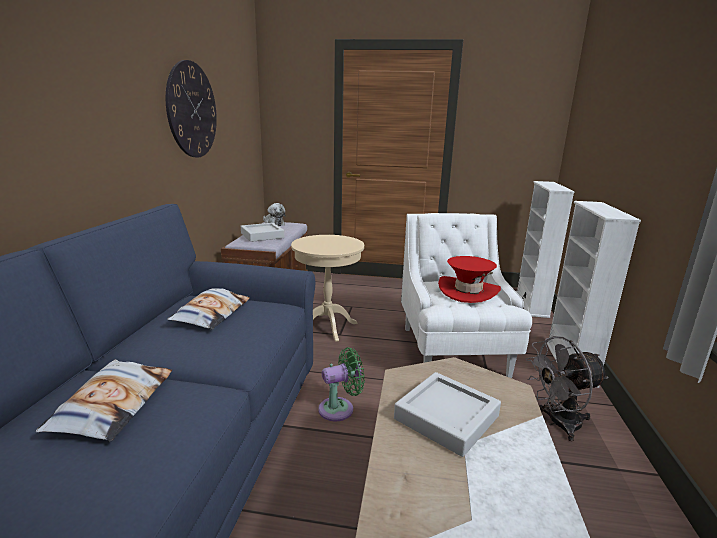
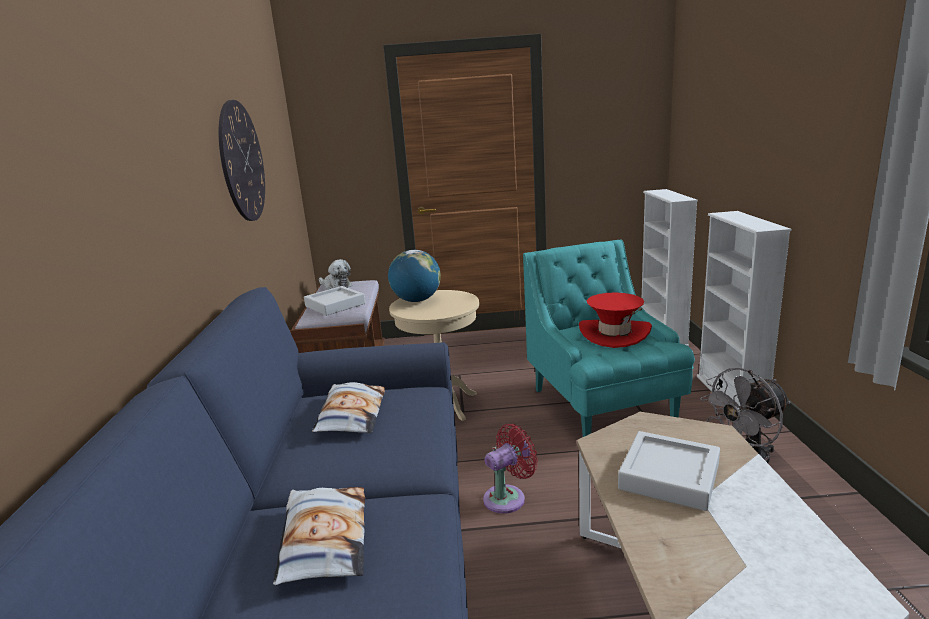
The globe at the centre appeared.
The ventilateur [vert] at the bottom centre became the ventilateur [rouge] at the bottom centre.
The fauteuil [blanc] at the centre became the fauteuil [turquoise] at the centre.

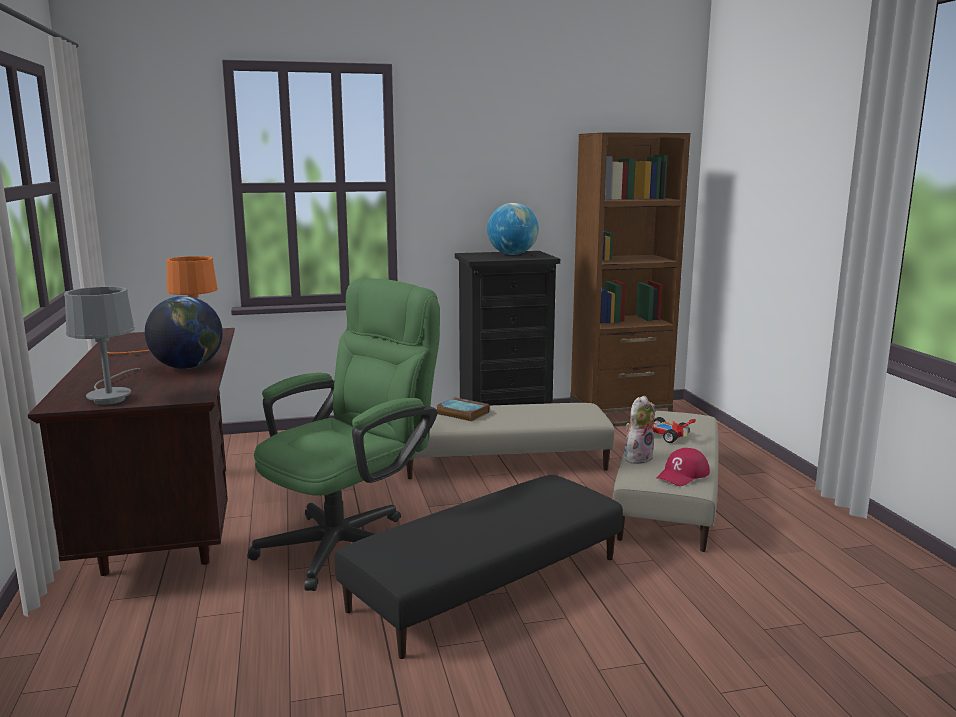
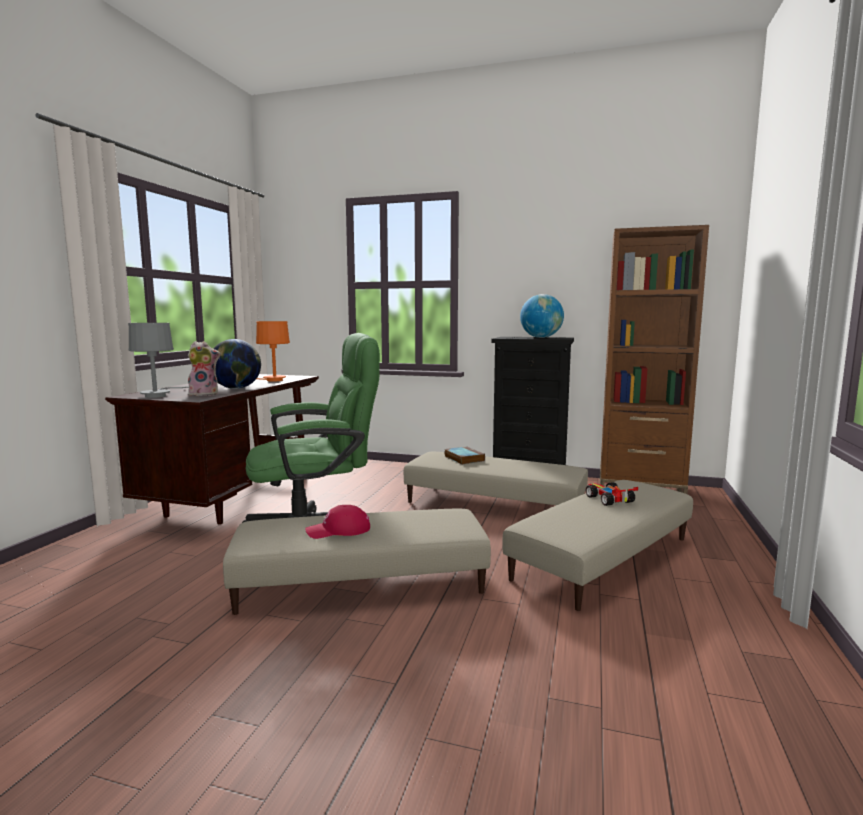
The peluche moved from the middle right to the middle left.
The casquette [rouge] moved from the middle right to the centre.
The pouf [noir] at the bottom centre became the pouf [beige] (no. 1 from left) at the bottom centre.

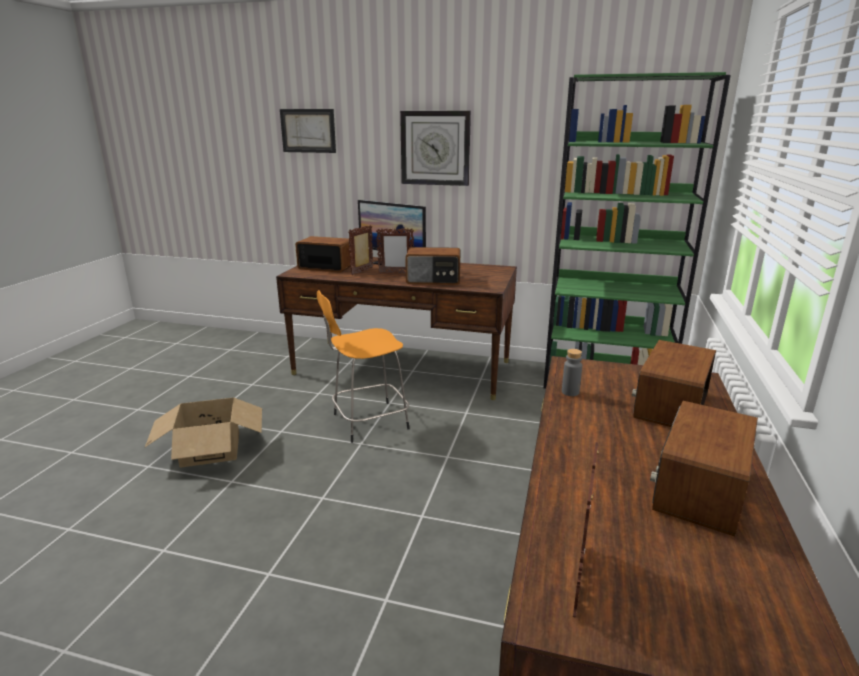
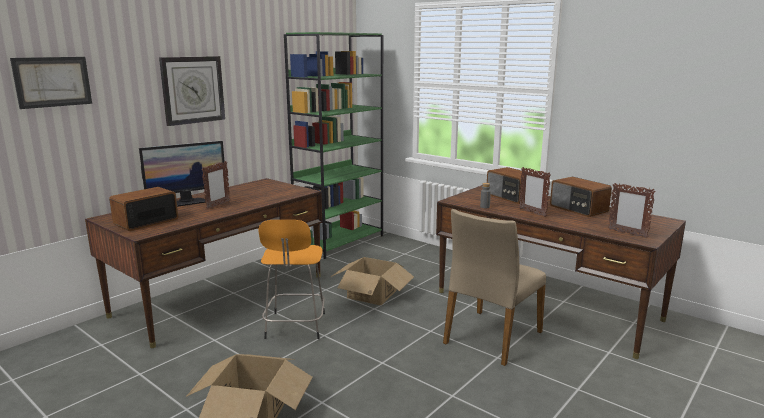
The radio (no. 2 from left) at the centre disappeared.
The carton (no. 2 from left) at the bottom centre appeared.
The chaise [beige] at the bottom centre appeared.
The cadre photo (no. 1 from left in the first image) moved from the centre to the middle right.

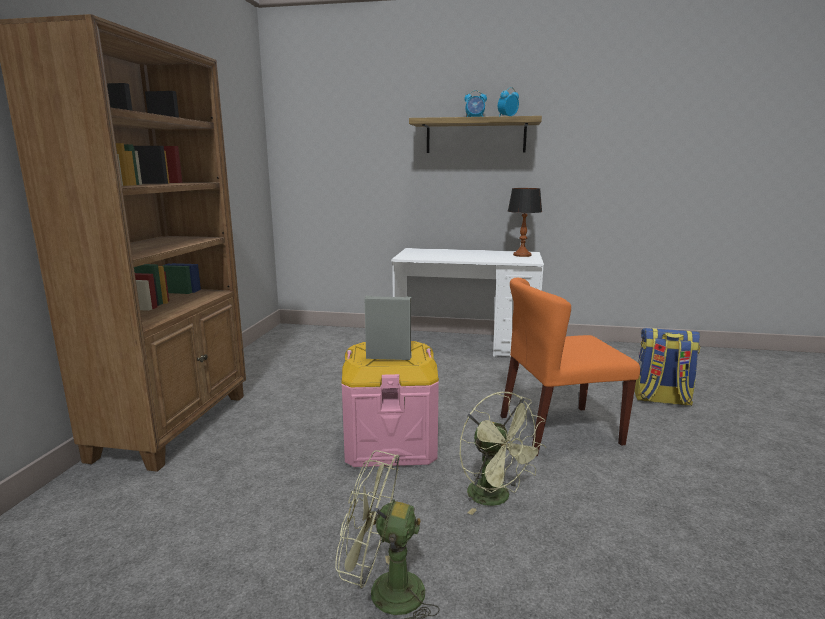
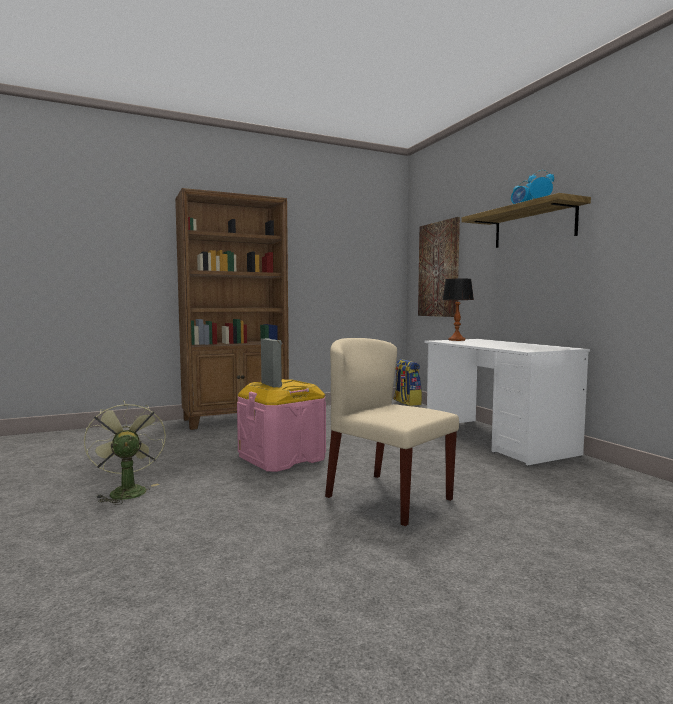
The ventilateur [vert] (no. 2 from left) at the bottom centre disappeared.
The tableau at the centre appeared.
The lampe de table moved from the centre to the middle right.
The sac à dos moved from the middle right to the centre.
The chaise [orange] at the middle right became the chaise [beige] at the centre.

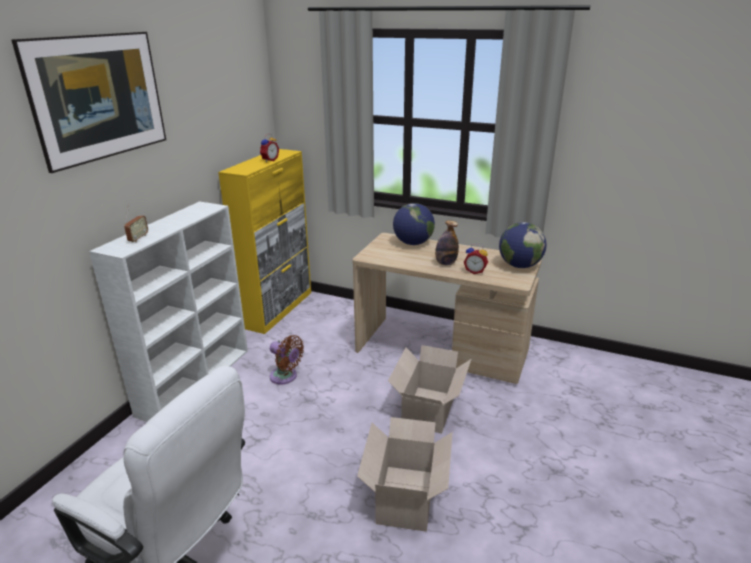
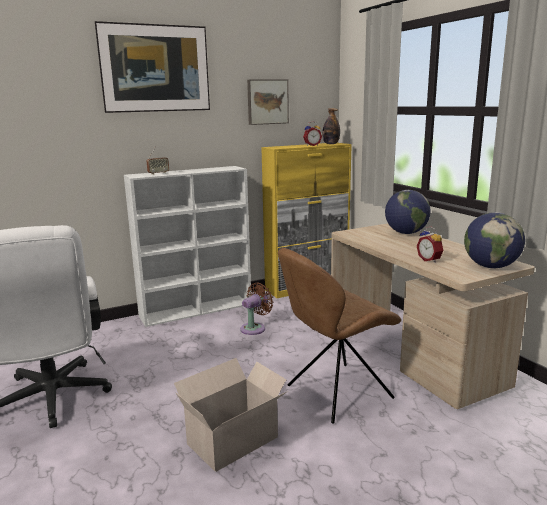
The tableau (no. 2 from left) at the top centre appeared.
The bouteille moved from the centre to the top centre.
The carton (no. 2 from left) at the bottom centre was replaced by the chaise [marron] at the centre.
The ventilateur [marron] at the centre turned 120 degrees counterclockwise.

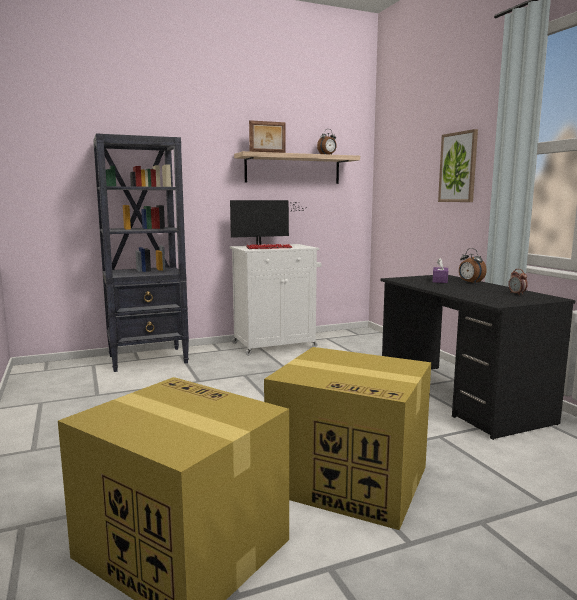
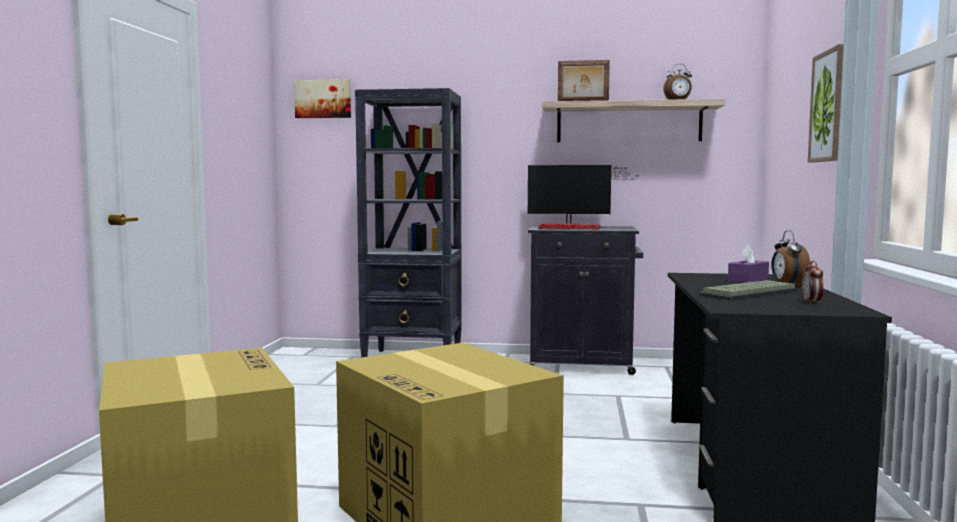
The tableau (no. 1 from left) at the top centre appeared.
The clavier (no. 2 from left) at the middle right appeared.
The meuble de rangement [blanc] at the centre became the meuble de rangement [noir] at the centre.

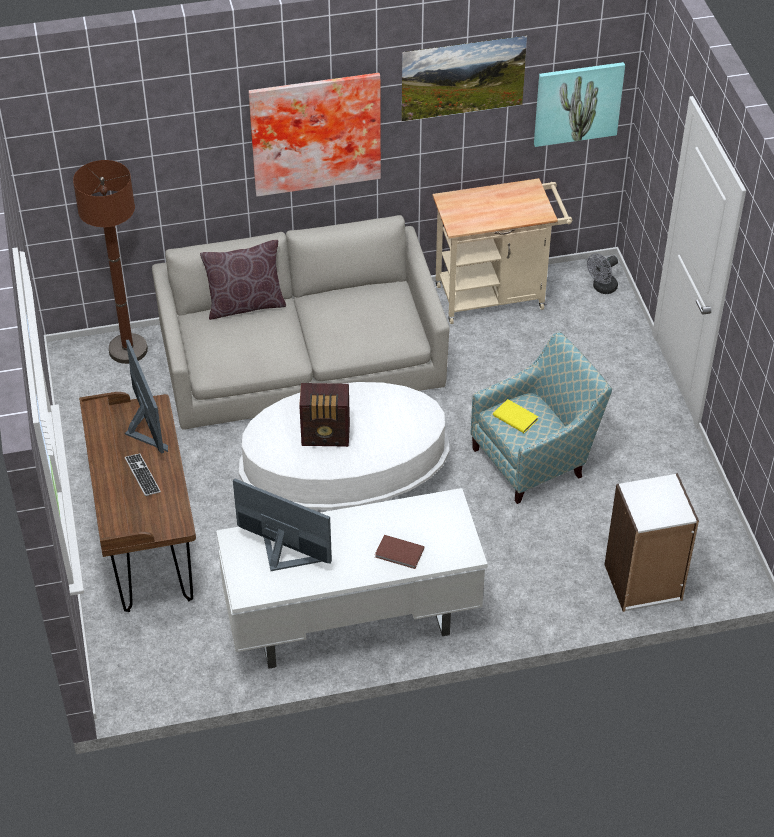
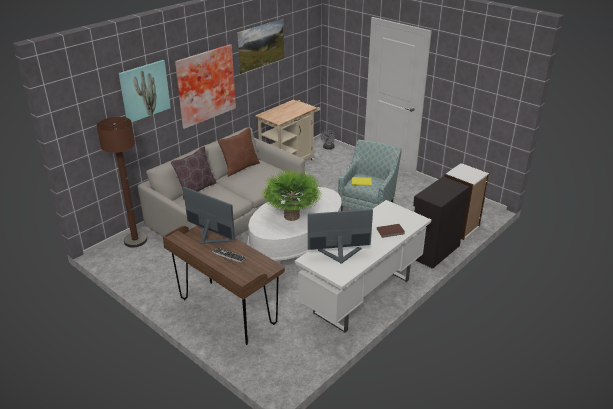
The coussin [marron] (no. 2 from left) at the centre appeared.
The meuble de rangement [noir] at the middle right appeared.
The tableau (no. 3 from left in the first image) moved from the top right to the top left.
The radio at the centre was replaced by the plante en pot at the centre.

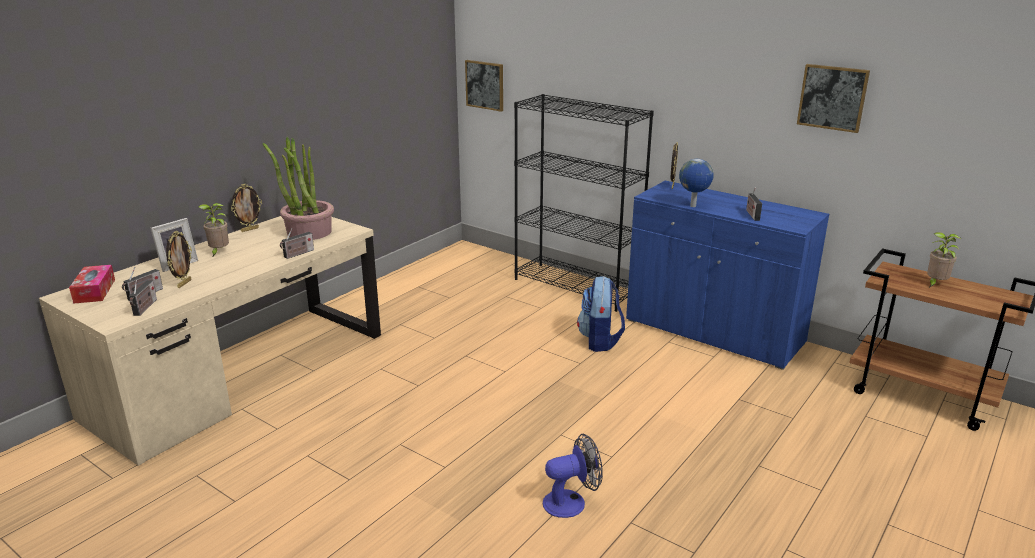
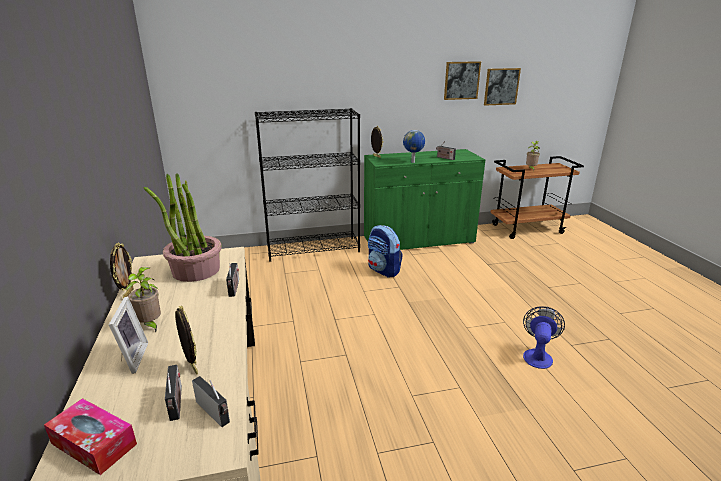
The tableau (no. 1 from left in the first image) moved from the top centre to the top right.
The meuble de rangement [bleu] at the middle right became the meuble de rangement [vert] at the centre.

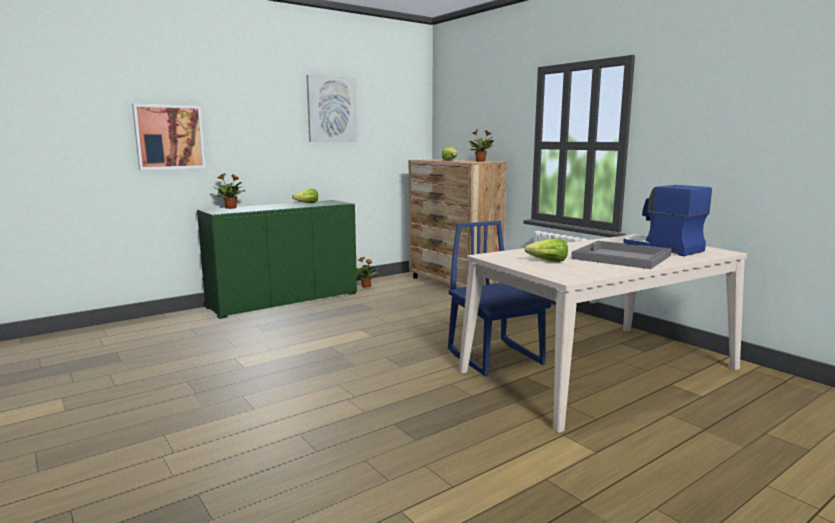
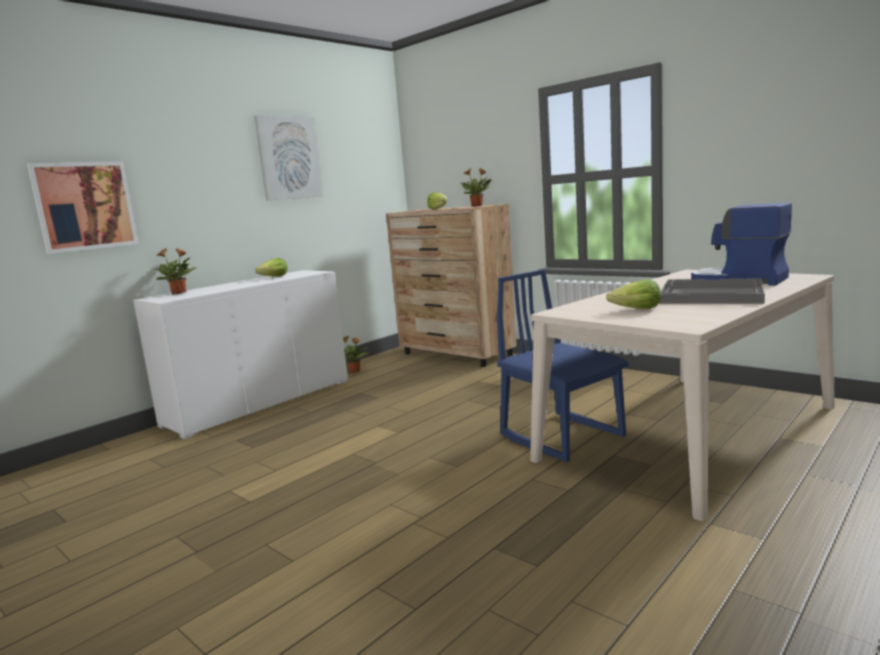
The meuble de rangement [vert] at the middle left became the meuble de rangement [blanc] at the middle left.

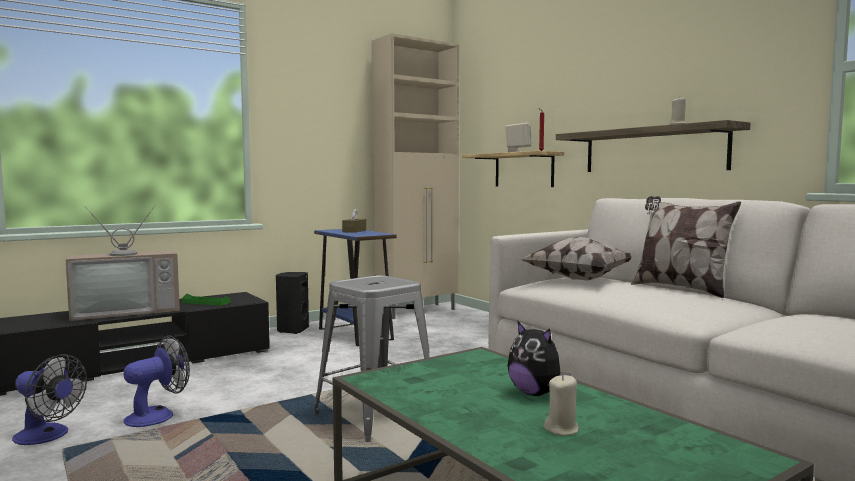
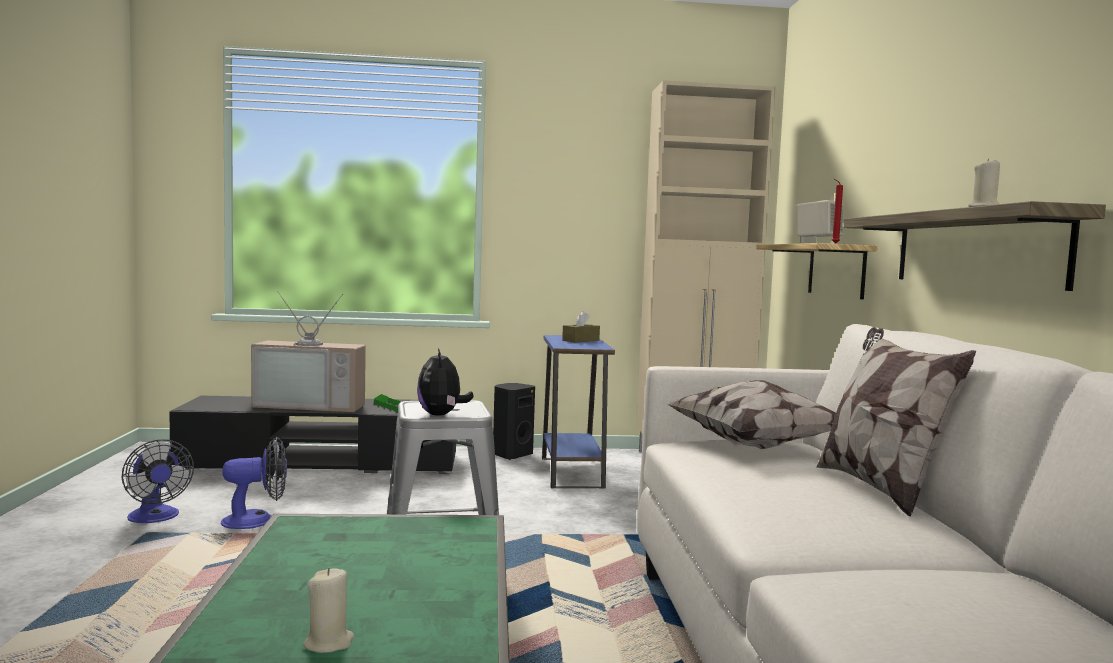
The peluche moved from the bottom centre to the centre.

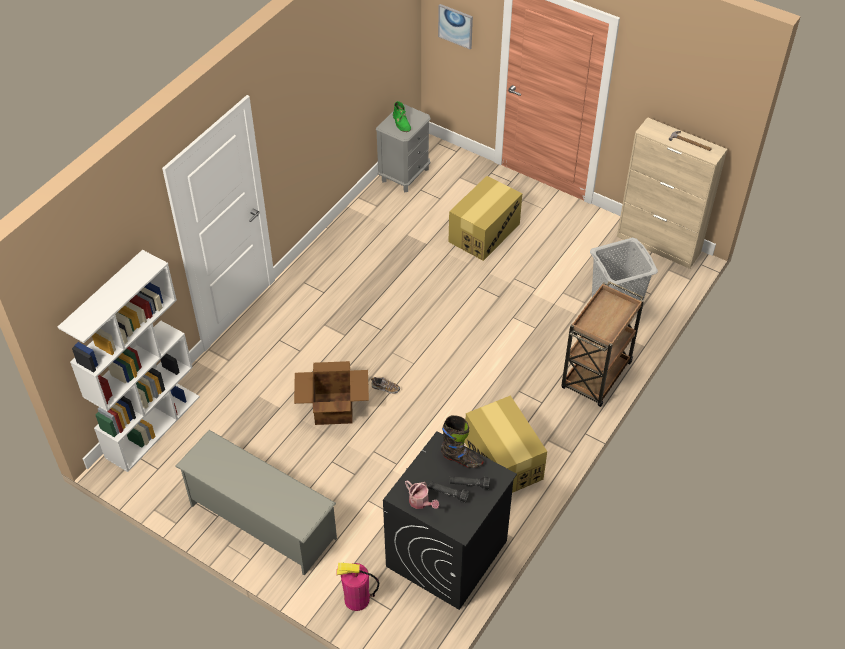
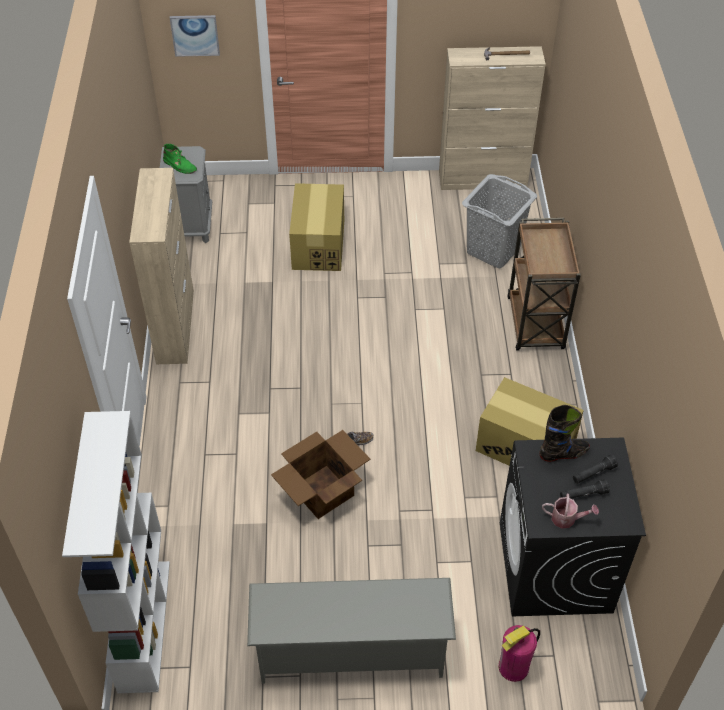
The meuble de rangement [beige] (no. 1 from left) at the middle left appeared.

